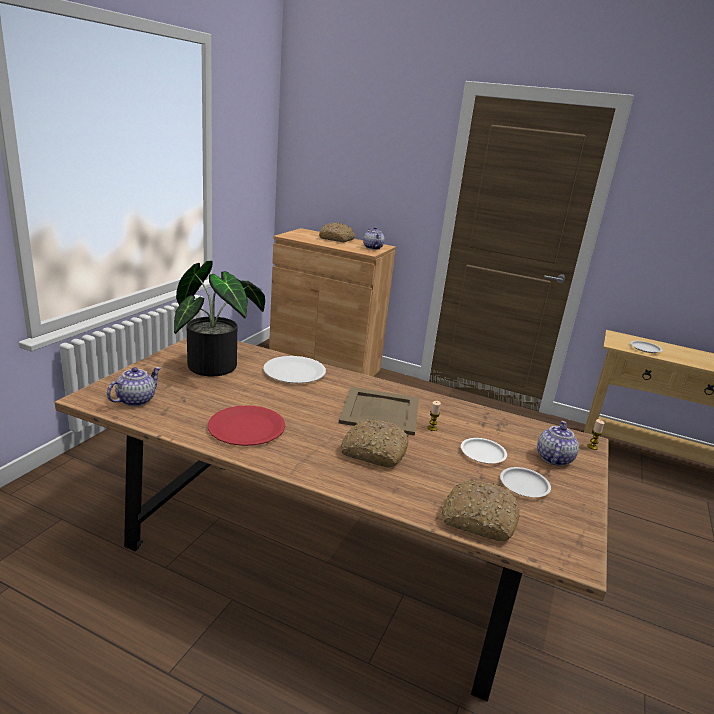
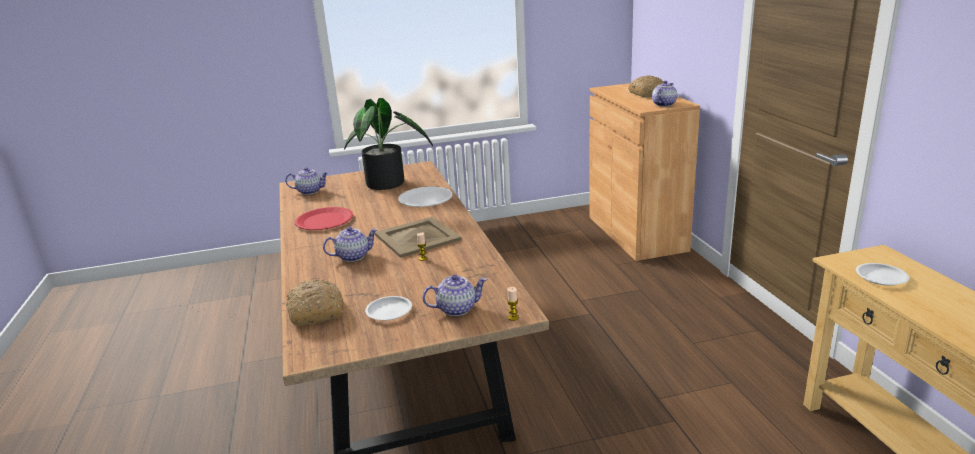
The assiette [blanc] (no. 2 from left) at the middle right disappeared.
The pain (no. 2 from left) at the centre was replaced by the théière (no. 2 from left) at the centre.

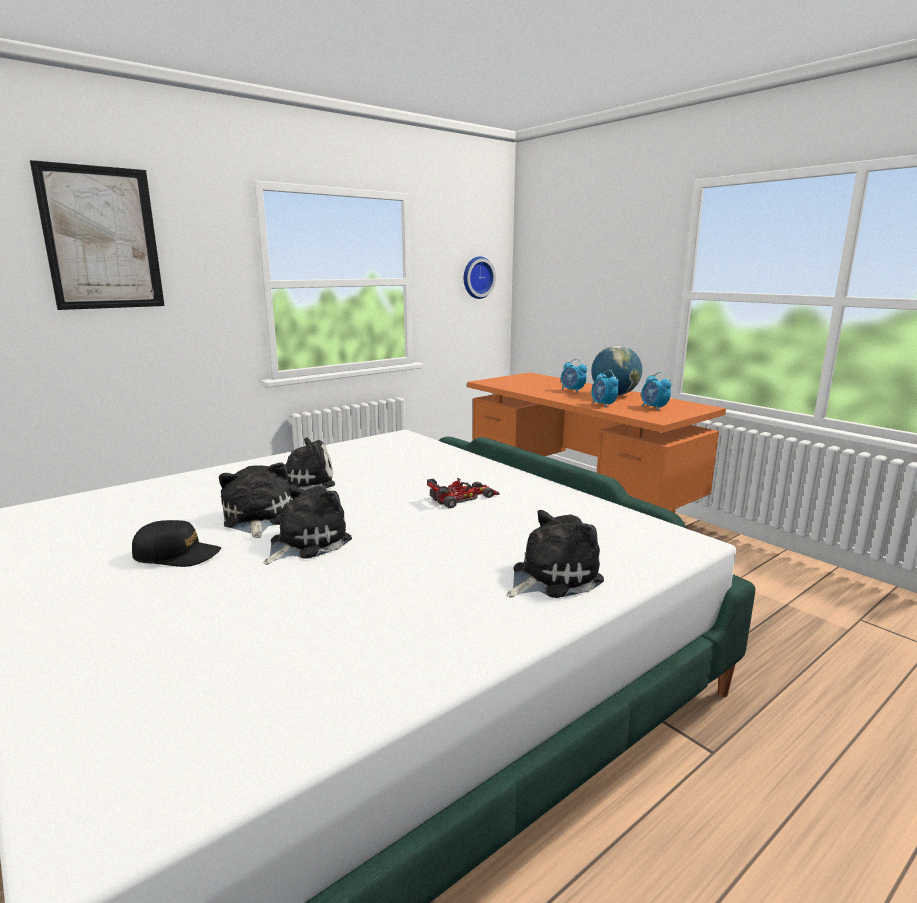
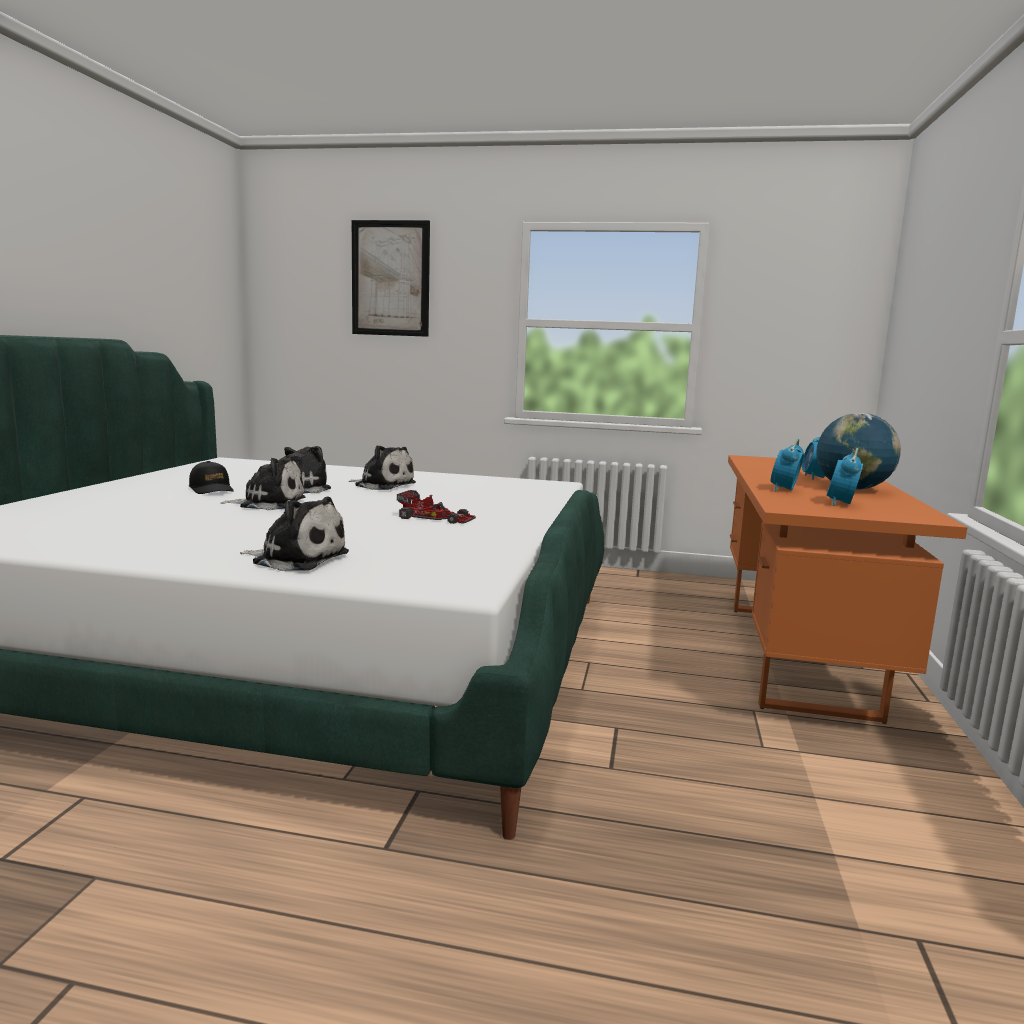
The horloge murale at the top centre disappeared.

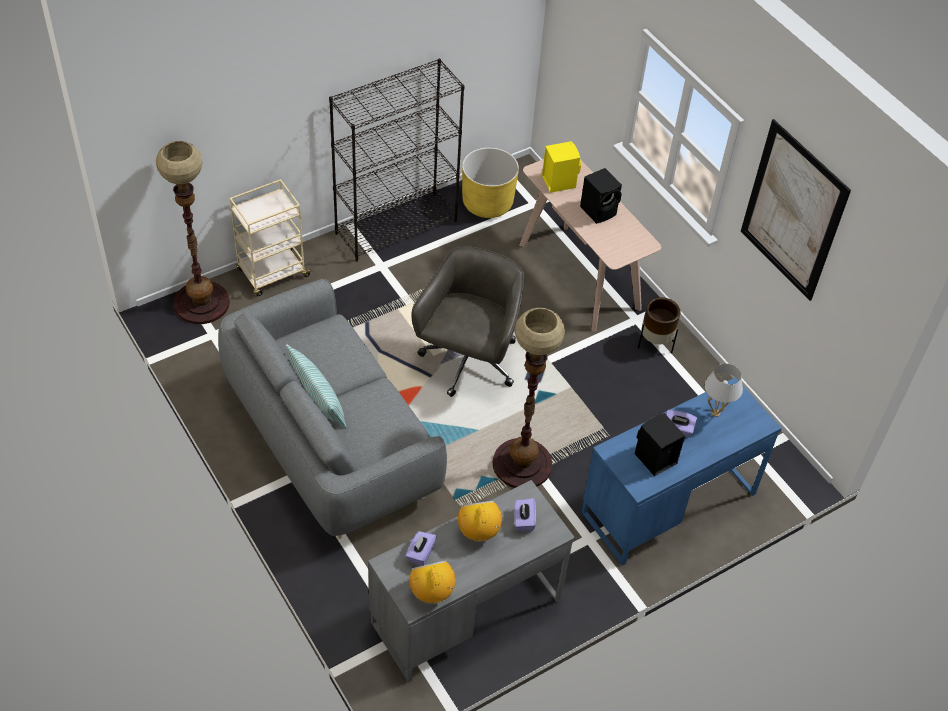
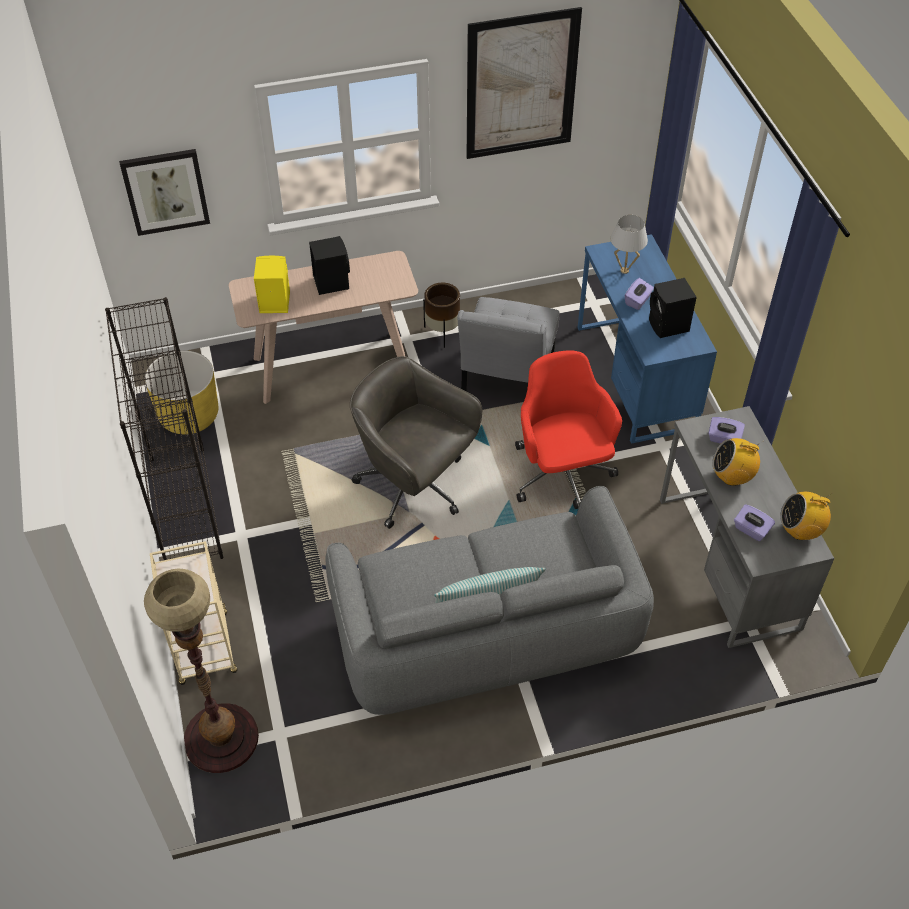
The tableau (no. 1 from left) at the top left appeared.
The chaise [gris] at the centre appeared.
The lampadaire (no. 2 from left) at the centre was replaced by the chaise de bureau [rouge] at the centre.

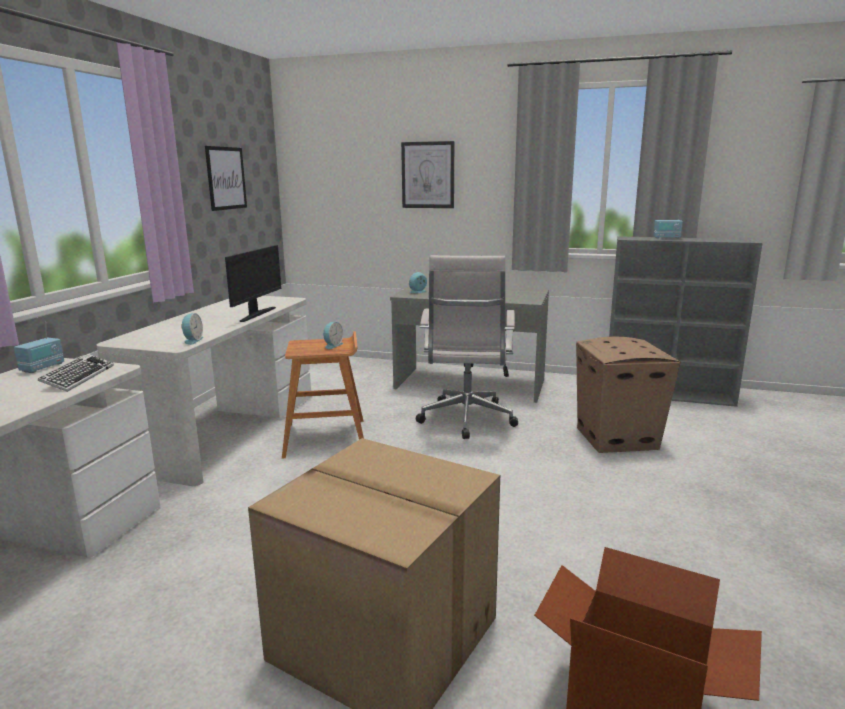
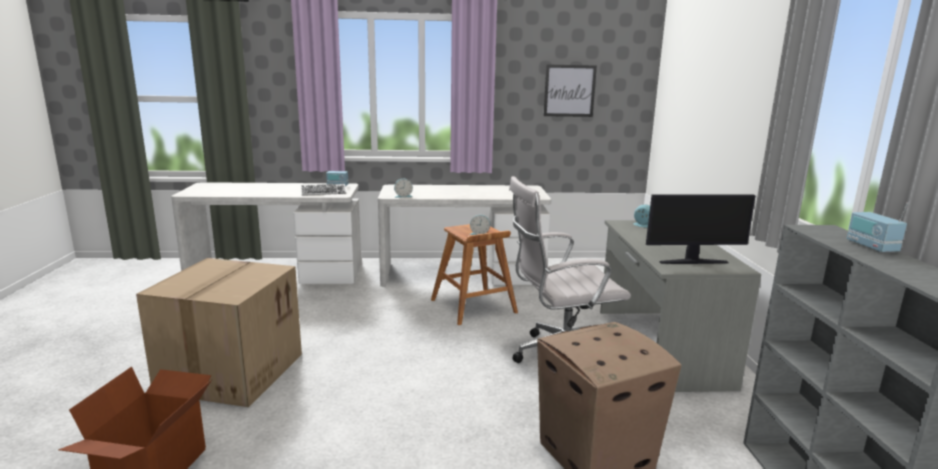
The tableau (no. 2 from left) at the top centre disappeared.
The écran d'ordinateur moved from the middle left to the middle right.

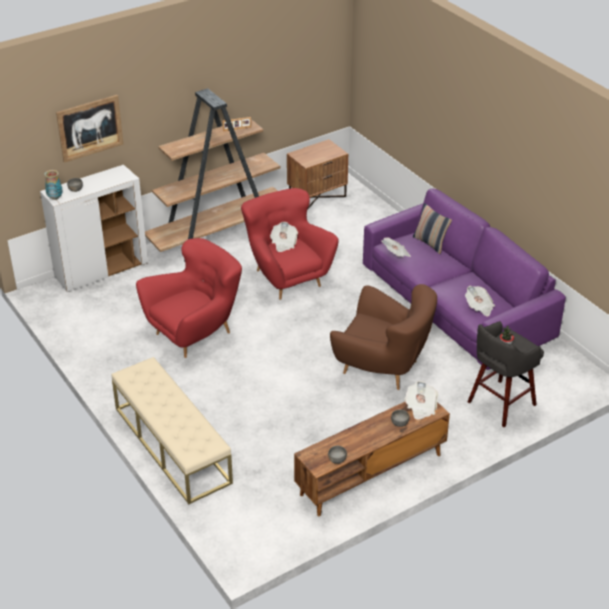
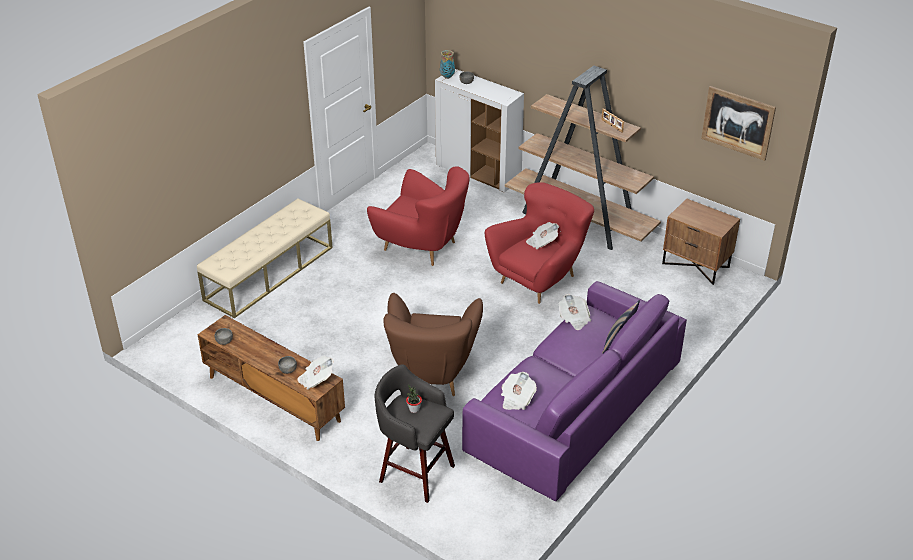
The tableau moved from the top left to the top right.

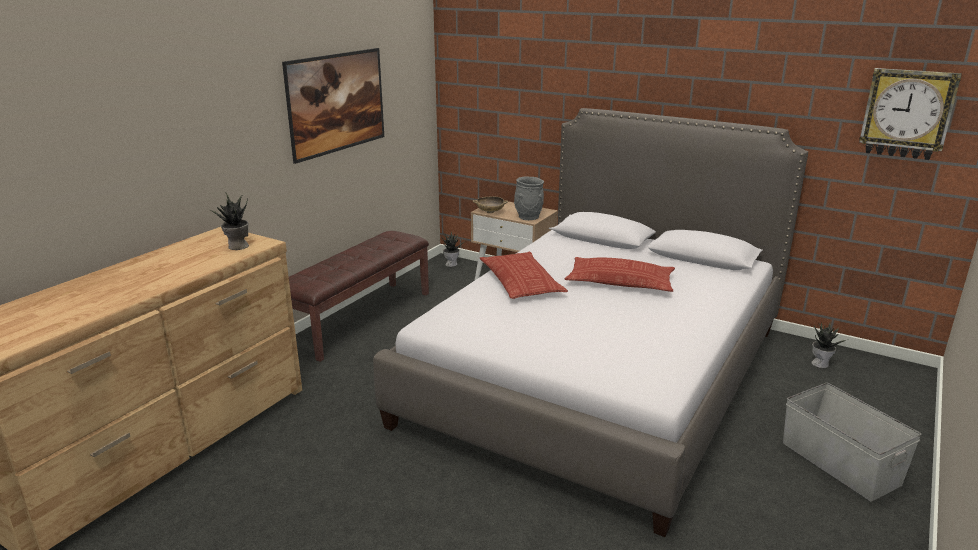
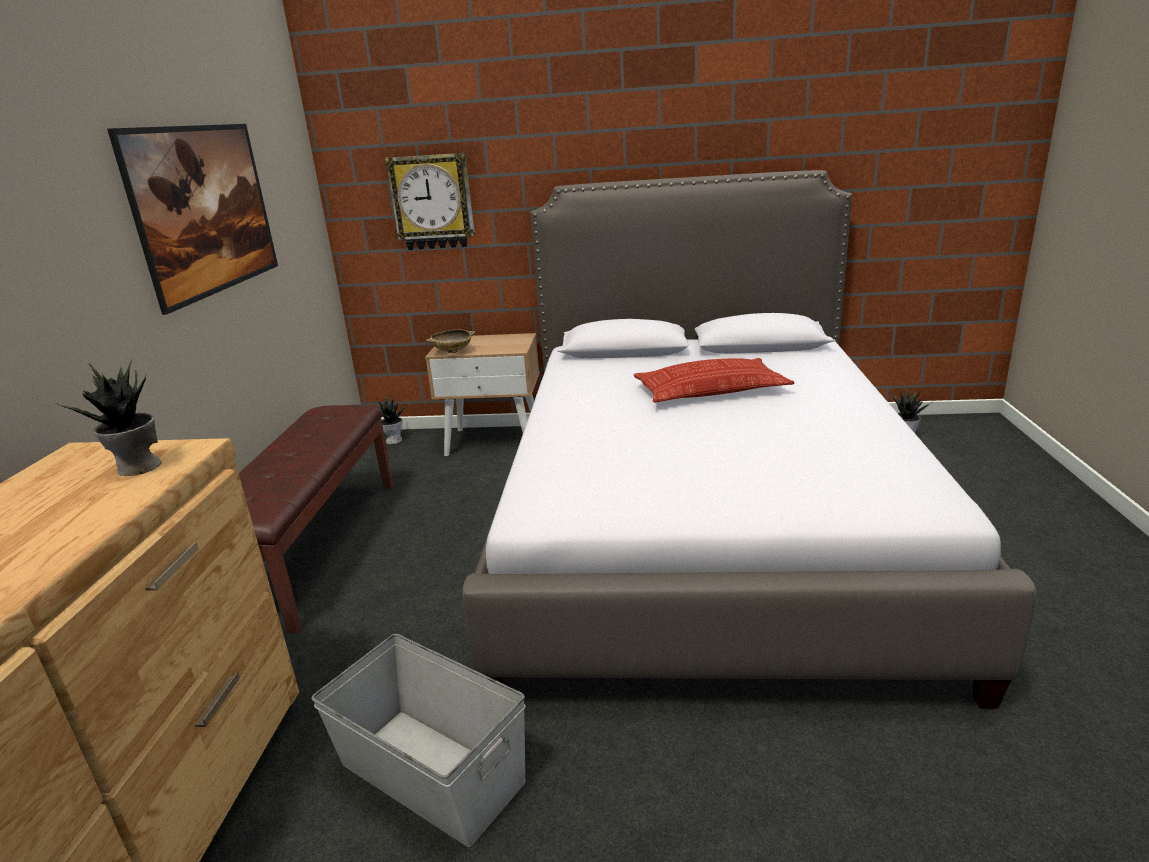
The coussin (no. 1 from left) at the centre disappeared.
The vase [gris] at the centre disappeared.
The boîte de rangement [gris] moved from the bottom right to the bottom centre.
The horloge murale moved from the top right to the top centre.

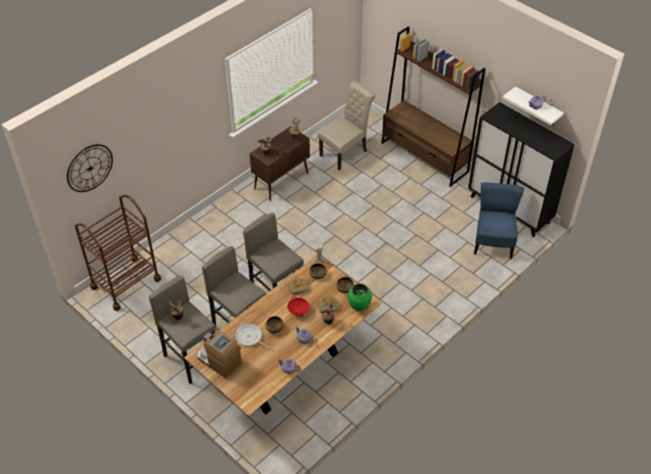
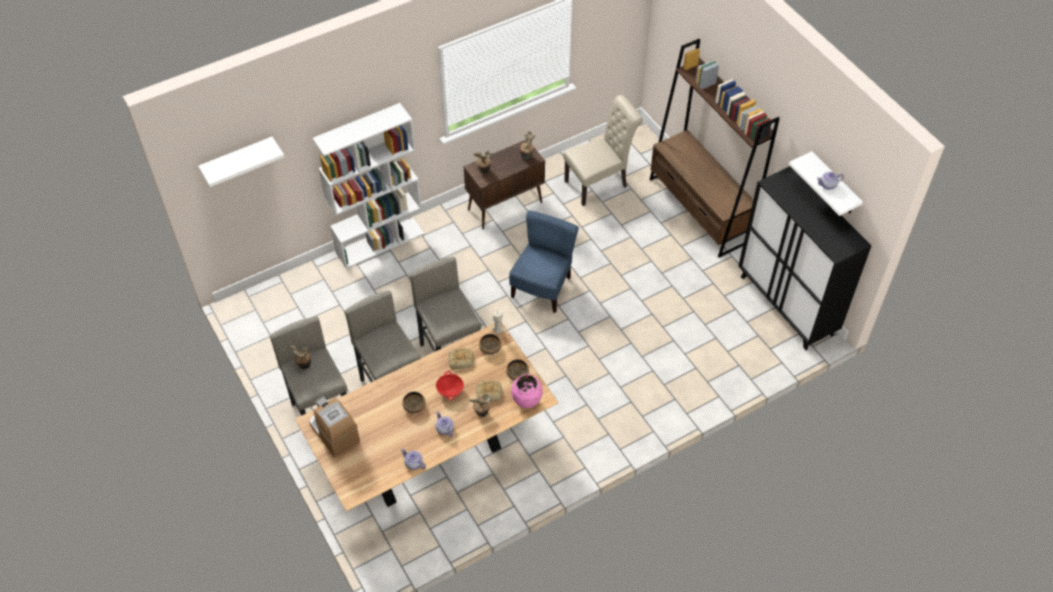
The chariot [marron] at the middle left disappeared.
The poêle at the bottom centre disappeared.
The bibliothèque [blanc] at the top centre appeared.
The chaise [bleu] moved from the middle right to the centre.
The horloge murale at the middle left was replaced by the étagère [blanc] (no. 1 from left) at the top left.
The vase [vert] at the centre became the vase [rose] at the centre.

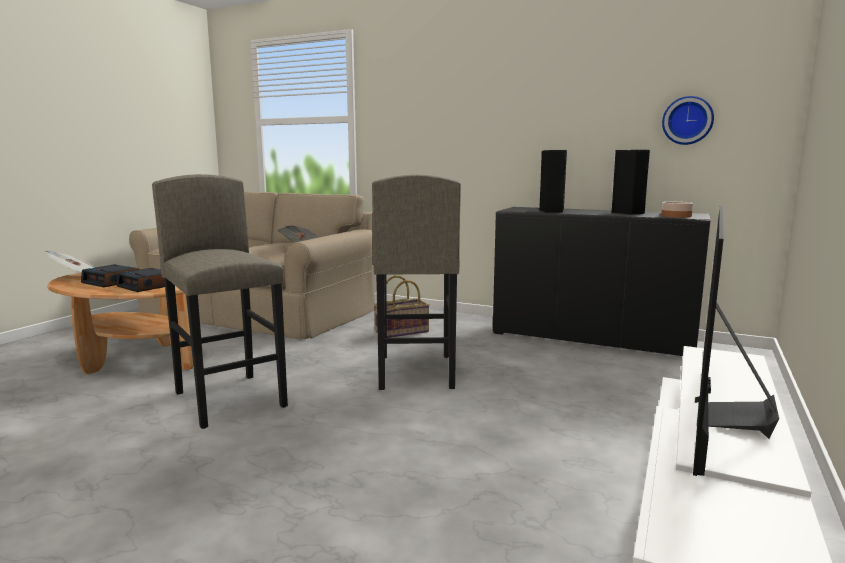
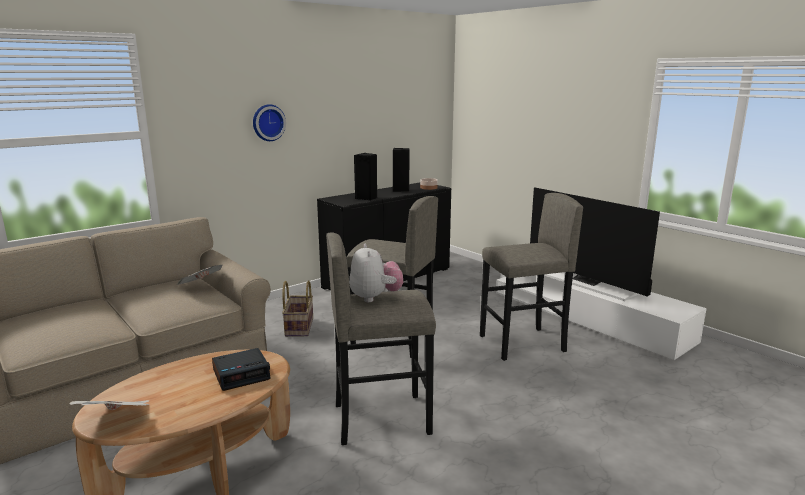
The réveil (no. 1 from left) at the middle left disappeared.
The peluche at the centre appeared.
The tabouret [gris] (no. 3 from left) at the centre appeared.
The horloge murale moved from the top right to the top centre.

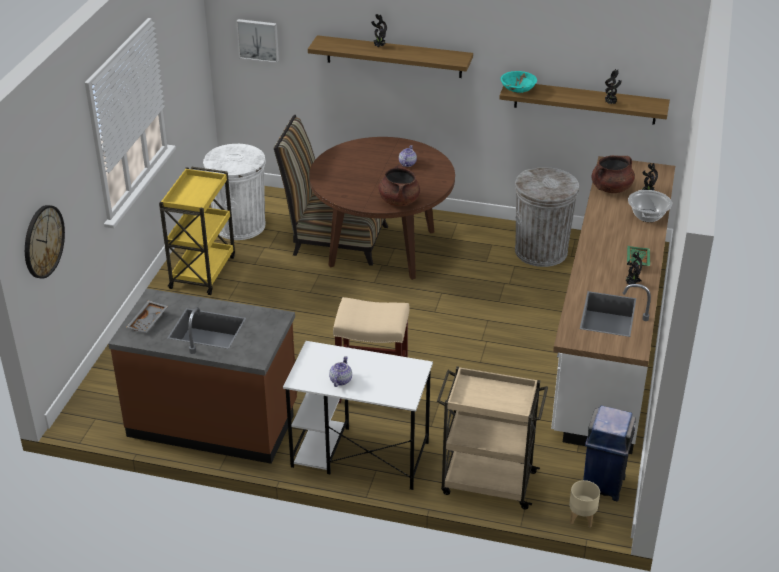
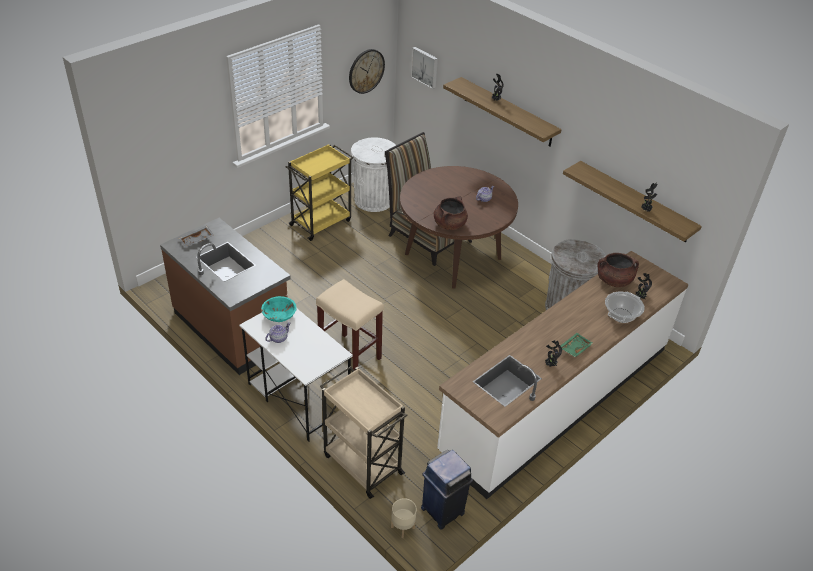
The horloge murale moved from the middle left to the top centre.
The bol [turquoise] moved from the top centre to the centre.

